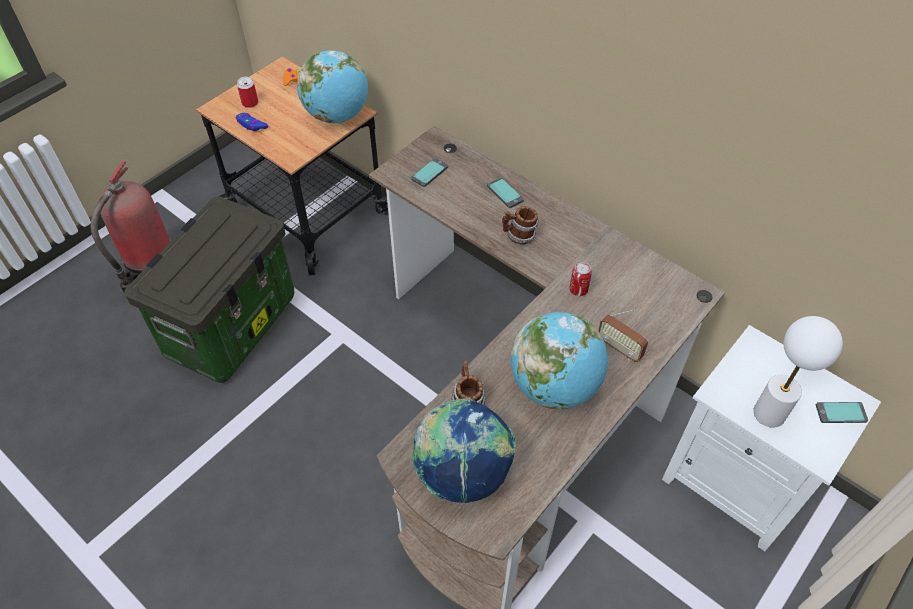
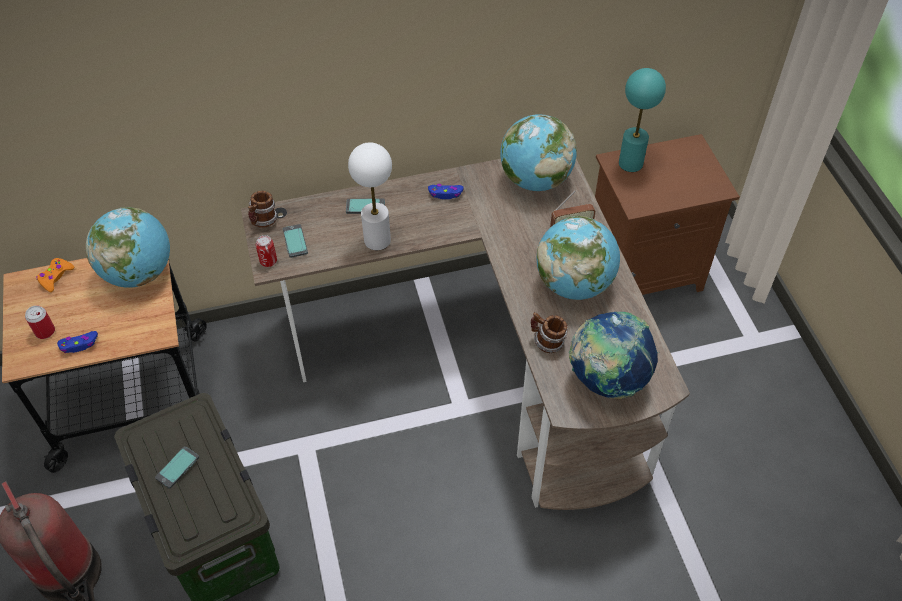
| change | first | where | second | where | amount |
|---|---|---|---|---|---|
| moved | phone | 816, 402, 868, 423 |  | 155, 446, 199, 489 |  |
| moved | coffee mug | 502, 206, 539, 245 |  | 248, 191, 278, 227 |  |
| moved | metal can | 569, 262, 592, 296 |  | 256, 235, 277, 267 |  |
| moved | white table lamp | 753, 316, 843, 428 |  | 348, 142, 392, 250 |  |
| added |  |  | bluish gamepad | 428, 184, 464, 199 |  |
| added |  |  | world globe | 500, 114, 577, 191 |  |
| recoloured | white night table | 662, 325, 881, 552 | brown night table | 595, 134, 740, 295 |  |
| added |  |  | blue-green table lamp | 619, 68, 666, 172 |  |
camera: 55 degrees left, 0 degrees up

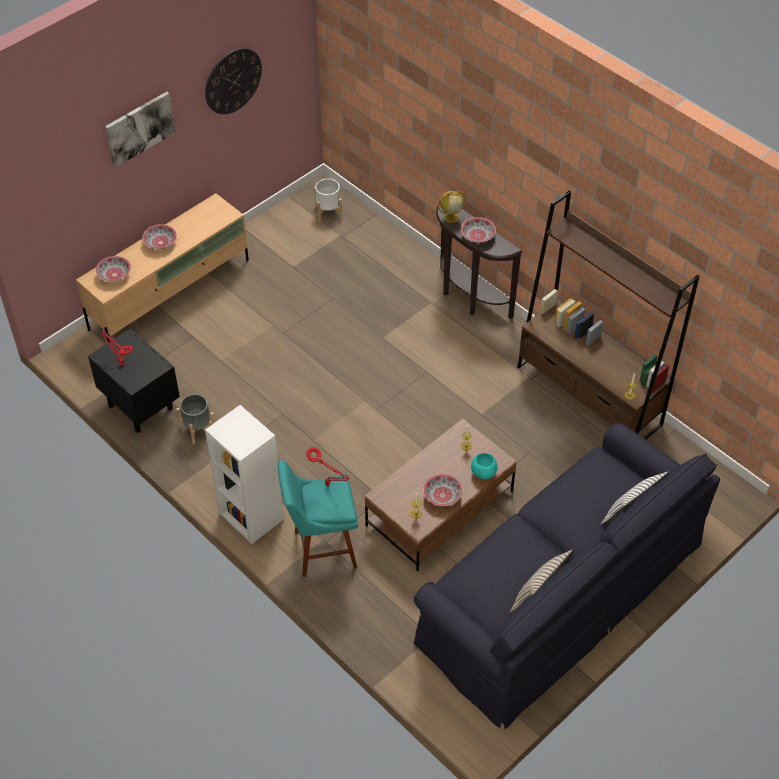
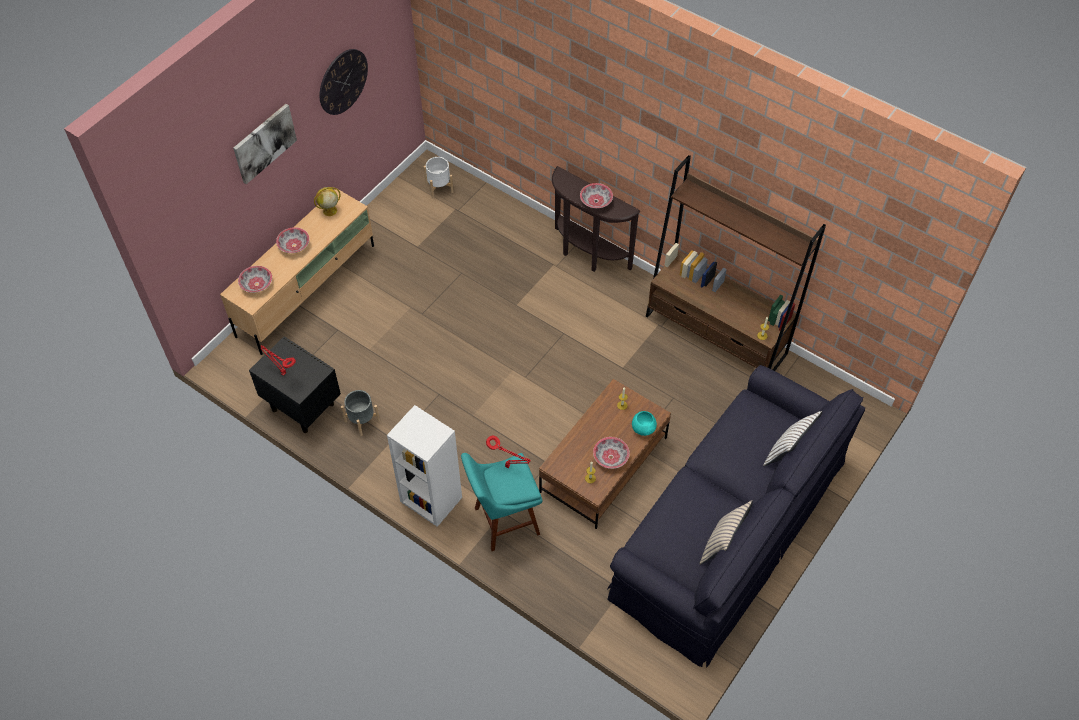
| change | first | where | second | where | amount |
|---|---|---|---|---|---|
| moved | world globe | 438, 191, 466, 223 |  | 314, 187, 340, 216 |  |
camera: 10 degrees left, 5 degrees up

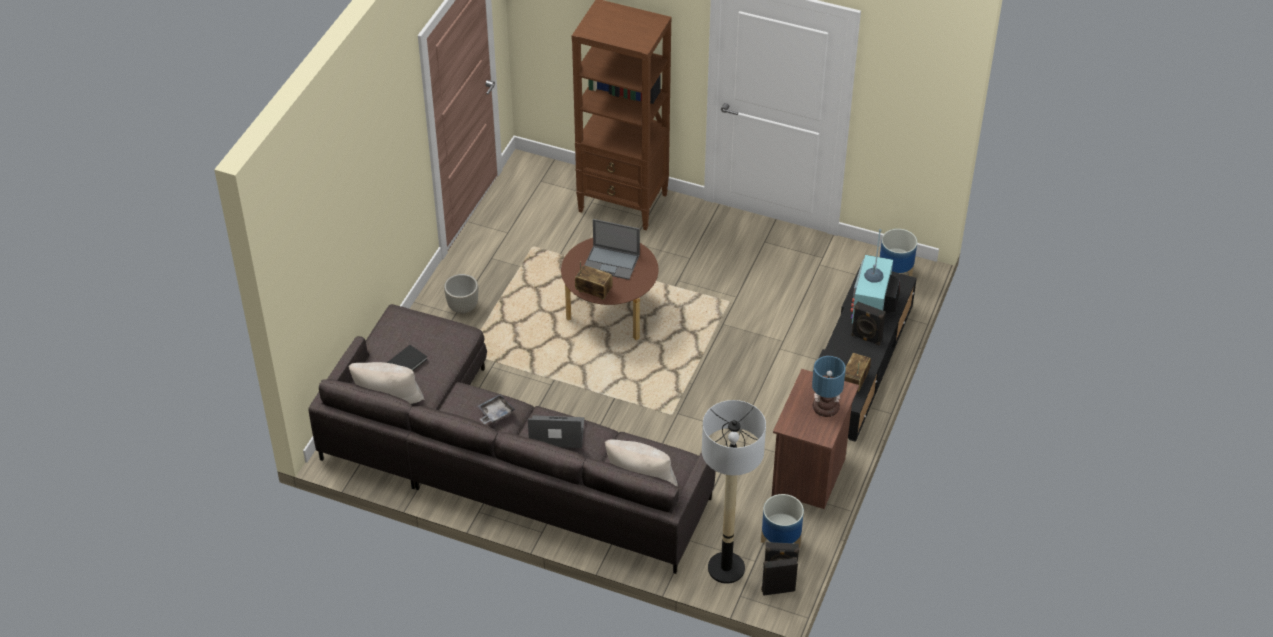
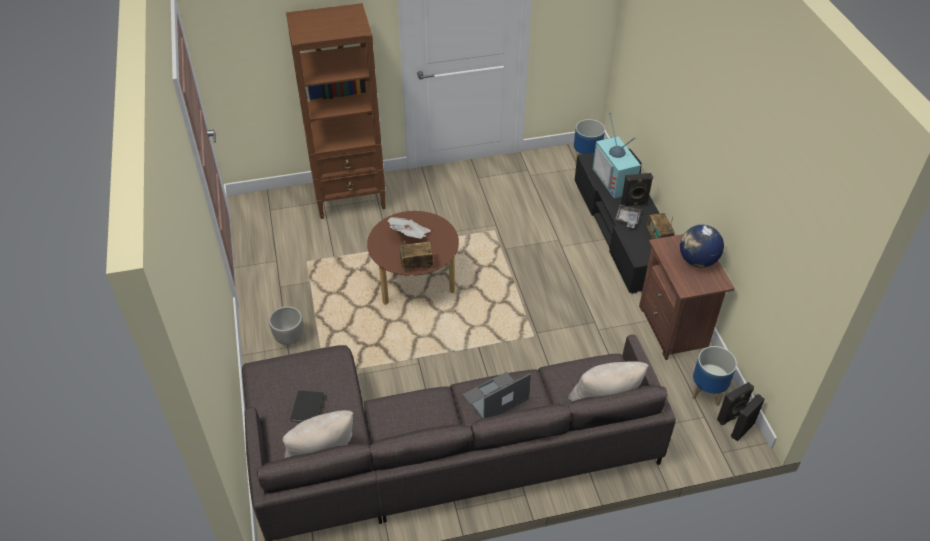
| change | first | where | second | where | amount |
|---|---|---|---|---|---|
| replaced | portable computer | 585, 219, 640, 280 | printed paper | 388, 217, 431, 239 |  |
| moved | gray serving tray | 478, 394, 515, 424 |  | 615, 205, 642, 228 |  |
| replaced | table lamp | 812, 356, 846, 417 | world globe | 680, 225, 724, 267 |  |
| removed | standing lamp | 702, 400, 766, 584 |  |  |  |
camera: 35 degrees left, 0 degrees up

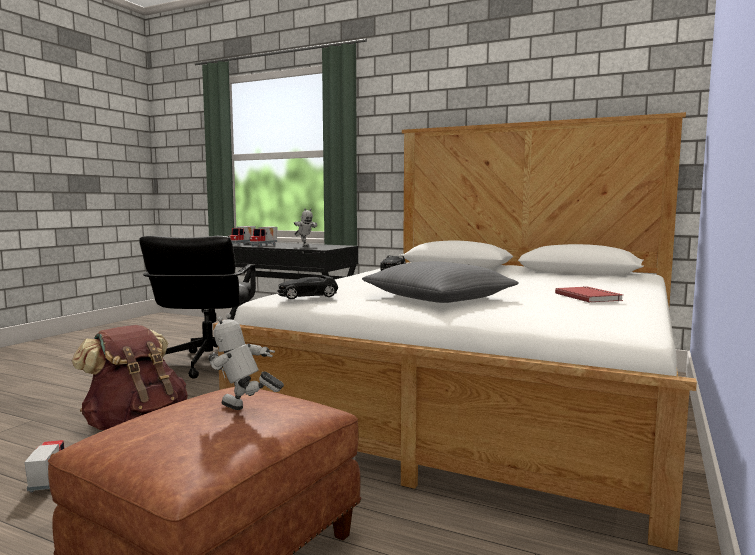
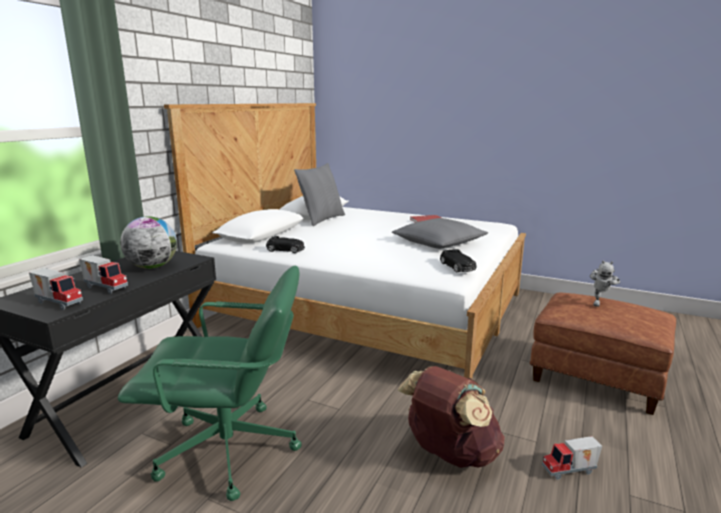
| change | first | where | second | where | amount |
|---|---|---|---|---|---|
| recoloured | blackish computer chair | 139, 236, 256, 379 | green computer chair | 118, 265, 302, 501 |  |
| replaced | robot figure | 294, 208, 317, 247 | world globe | 120, 216, 177, 269 |  |
| added |  |  | gray throw pillow | 294, 163, 345, 226 |  |
camera: 90 degrees left, 10 degrees up

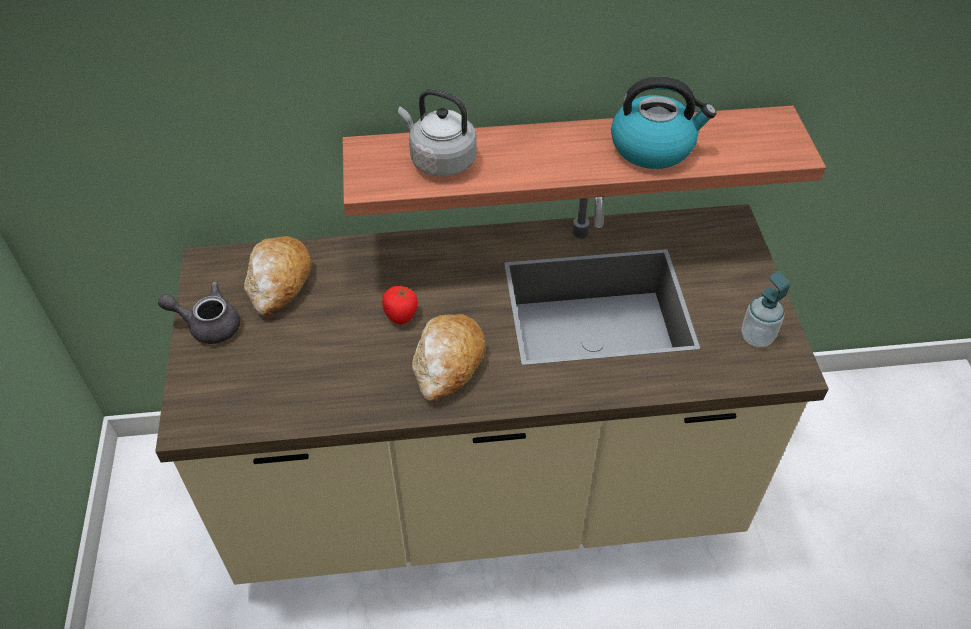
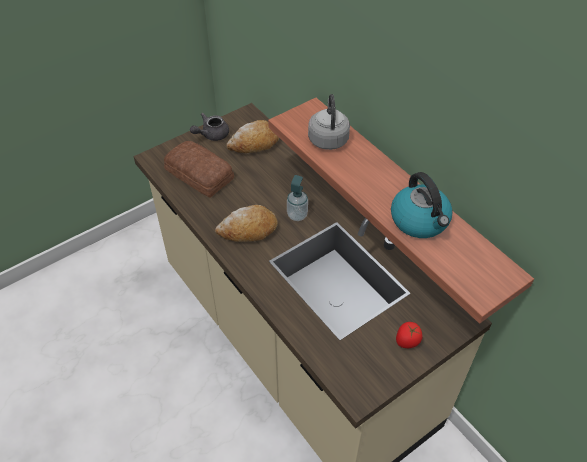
| change | first | where | second | where | amount |
|---|---|---|---|---|---|
| added |  |  | bakery bread | 164, 141, 234, 198 |  |
| turned | gray teapot | 158, 282, 240, 344 |  | 190, 113, 229, 141 | 105 degrees counterclockwise |
| moved | liquid soap bottle | 741, 271, 790, 347 |  | 287, 175, 308, 221 |  |
| moved | fresh tomato | 382, 286, 418, 324 |  | 396, 322, 422, 348 |  |
camera: 60 degrees right, 0 degrees up

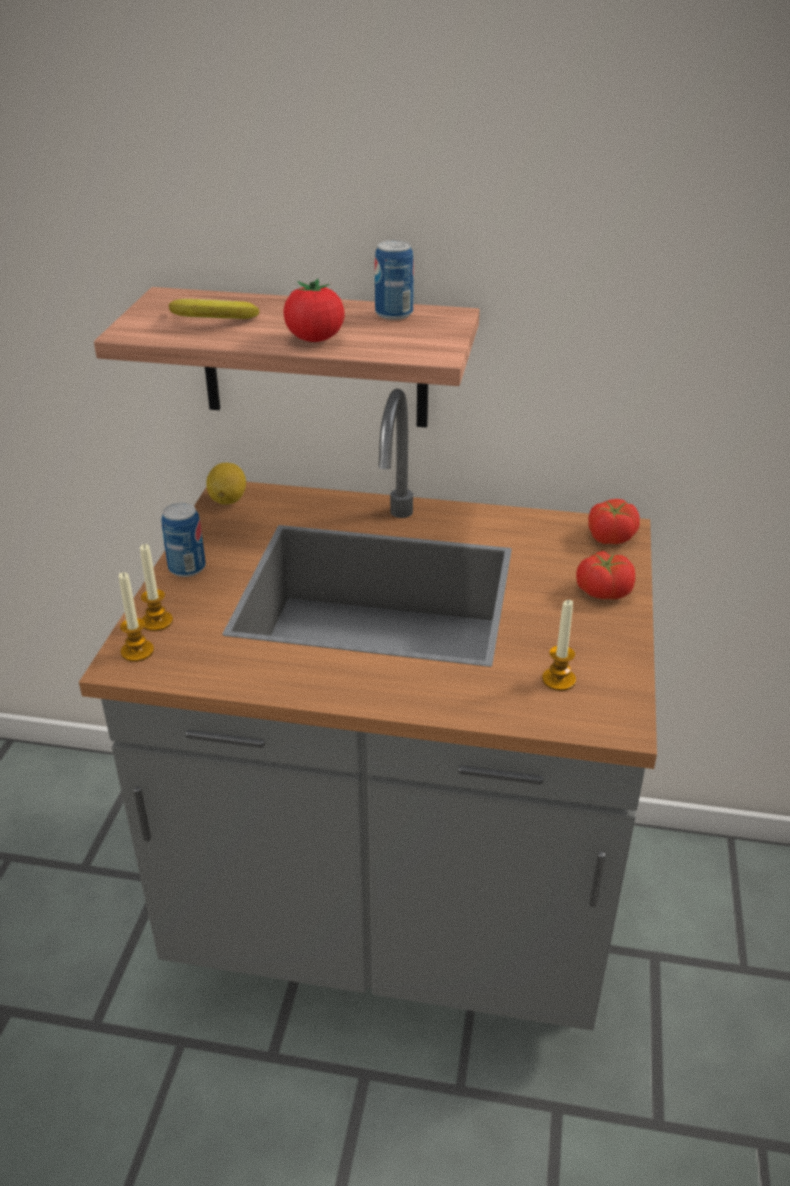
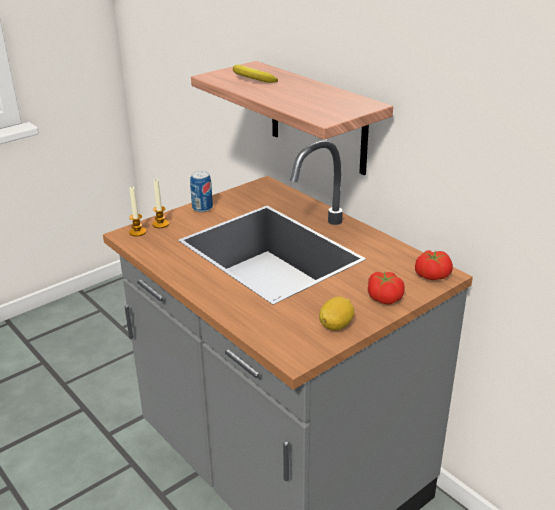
| change | first | where | second | where | amount |
|---|---|---|---|---|---|
| moved | lemon | 206, 463, 246, 505 |  | 319, 297, 354, 330 |  |
| removed | fresh tomato | 284, 279, 345, 342 |  |  |  |
| removed | metal can | 375, 240, 414, 320 |  |  |  |
| removed | wax candle | 542, 599, 576, 691 |  |  |  |
camera: 40 degrees right, 5 degrees down

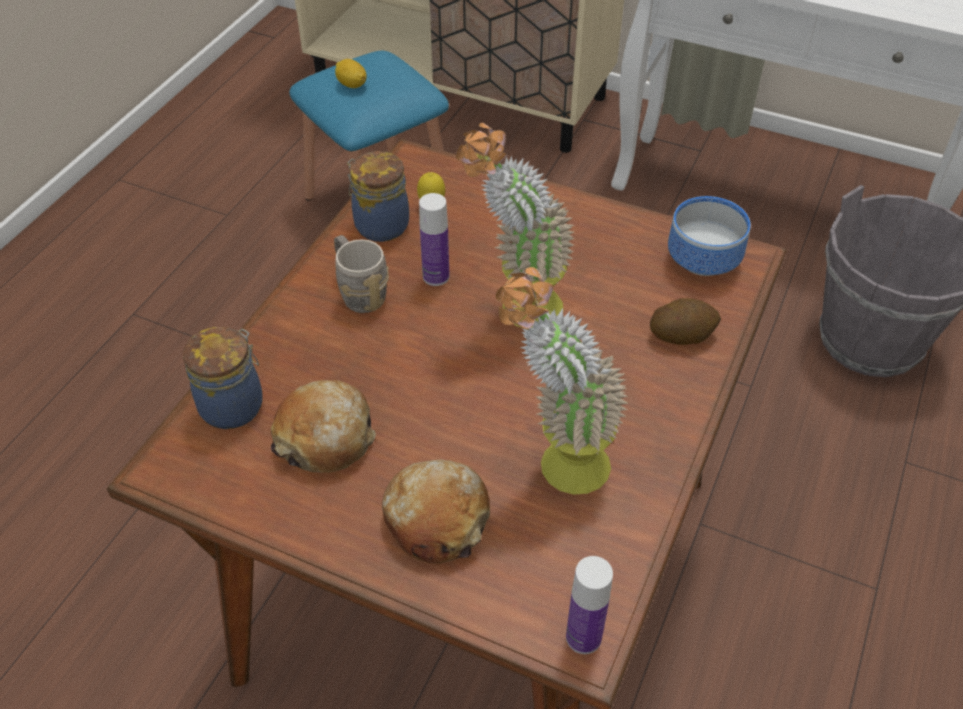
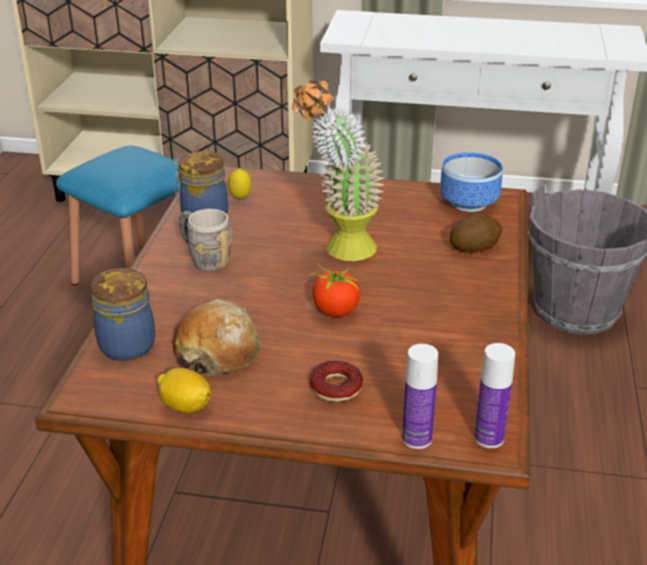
| change | first | where | second | where | amount |
|---|---|---|---|---|---|
| moved | lemon | 335, 59, 367, 88 |  | 157, 367, 211, 413 |  |
| added |  |  | fresh tomato | 310, 263, 361, 317 |  |
| replaced | bakery bread | 382, 460, 490, 563 | donut | 310, 361, 363, 402 |  |
| moved | drink bottle | 419, 193, 449, 286 |  | 402, 344, 438, 449 |  |
| removed | plant in a pot | 496, 267, 628, 495 |  |  |  |
camera: 15 degrees left, 15 degrees down

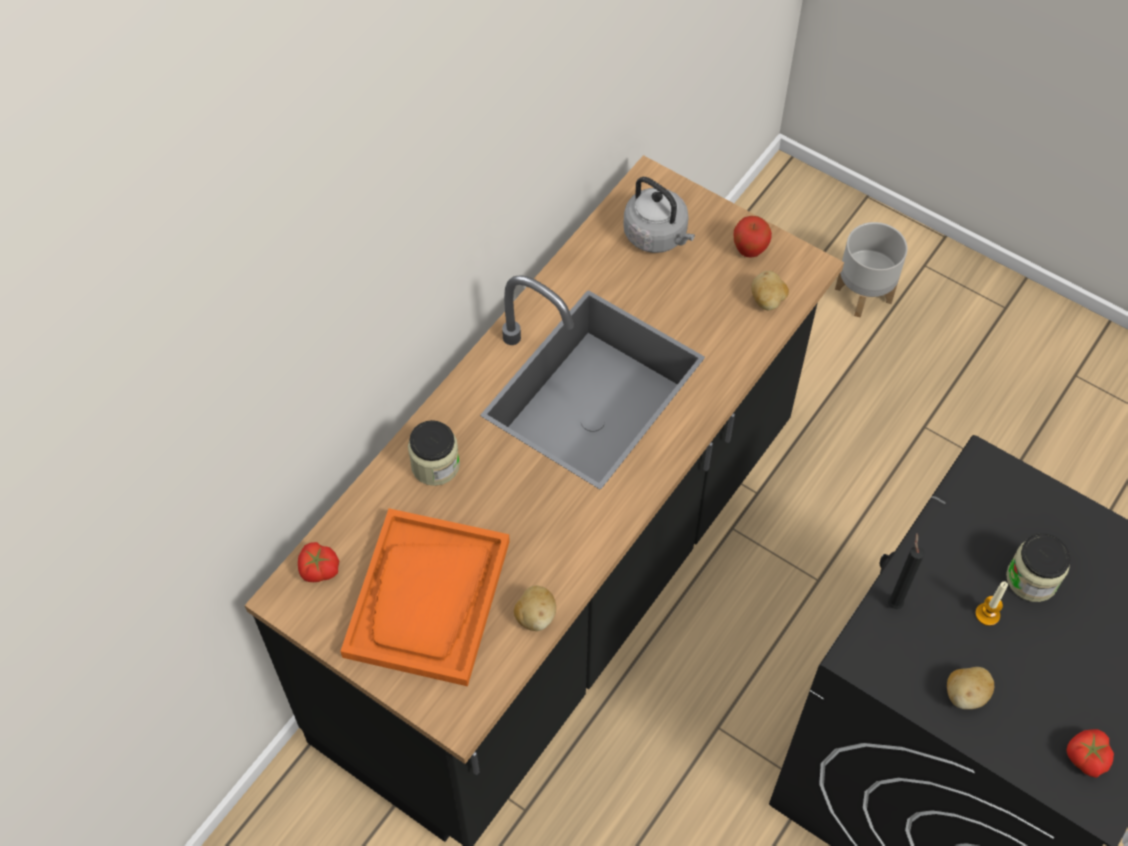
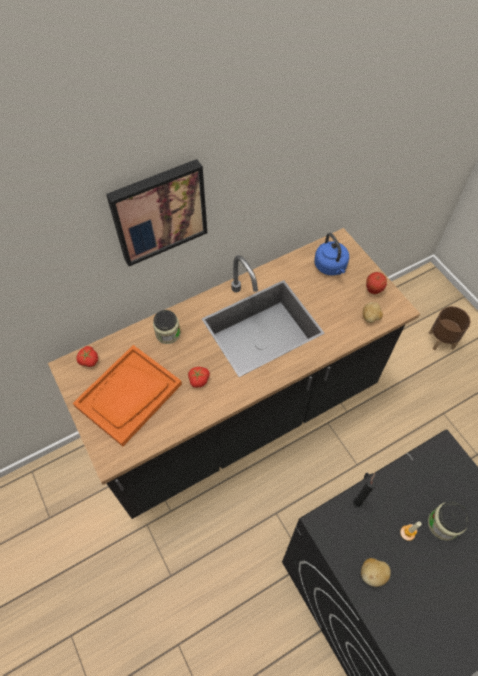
| change | first | where | second | where | amount |
|---|---|---|---|---|---|
| added |  |  | wall picture | 106, 159, 207, 266 |  |
| moved | fresh tomato | 1066, 729, 1114, 778 |  | 188, 367, 210, 388 |  |
| recoloured | gray water kettle | 623, 177, 695, 253 | bluish water kettle | 314, 233, 349, 276 |  |
| recoloured | gray flower pot | 835, 222, 907, 318 | brown flower pot | 429, 306, 470, 350 |  |
| removed | potato | 514, 586, 556, 631 |  |  |  |
camera: 25 degrees right, 0 degrees up

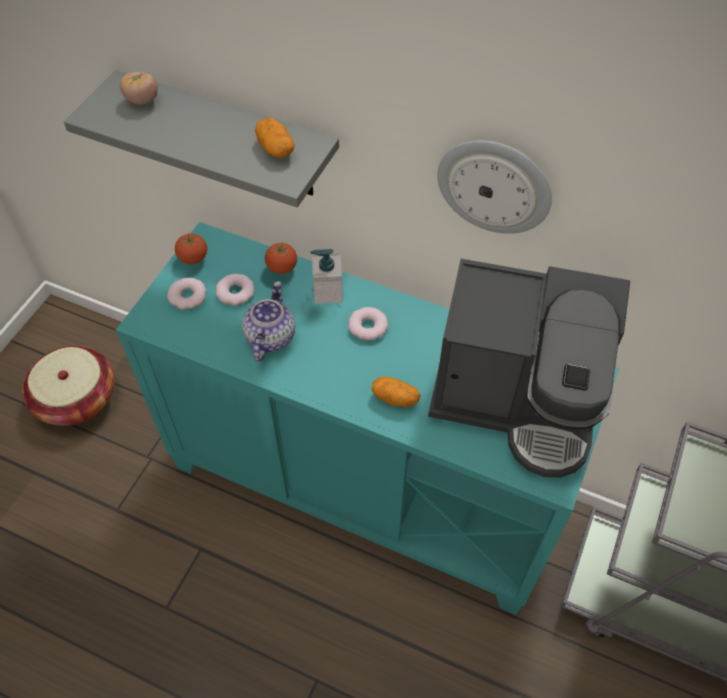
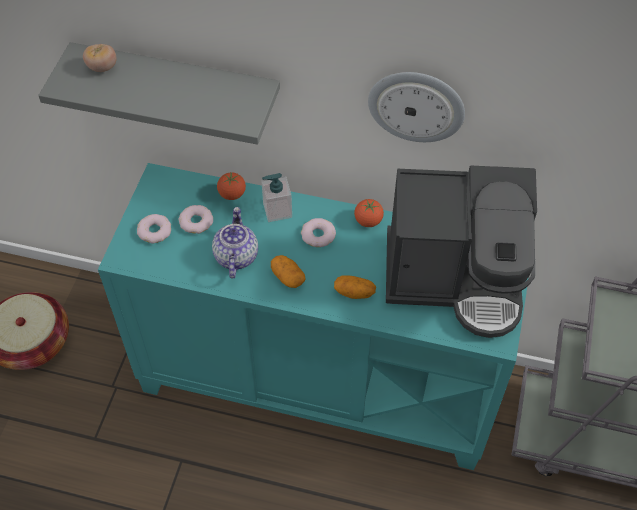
| change | first | where | second | where | amount |
|---|---|---|---|---|---|
| moved | potato | 255, 118, 295, 158 |  | 271, 255, 305, 288 |  |
| moved | fresh tomato | 175, 233, 207, 264 |  | 354, 199, 384, 227 |  |
camera: 10 degrees left, 0 degrees up

